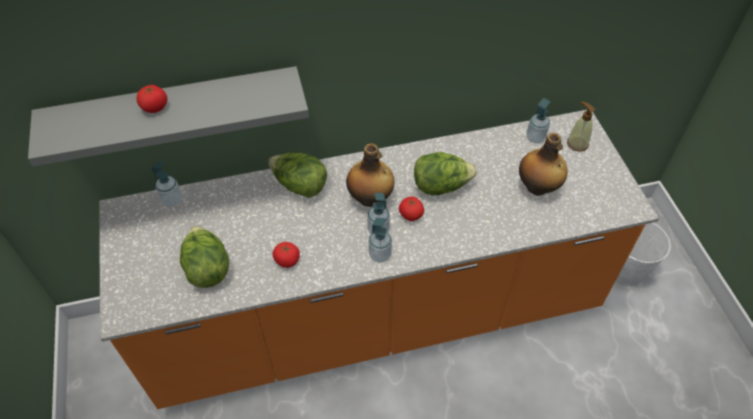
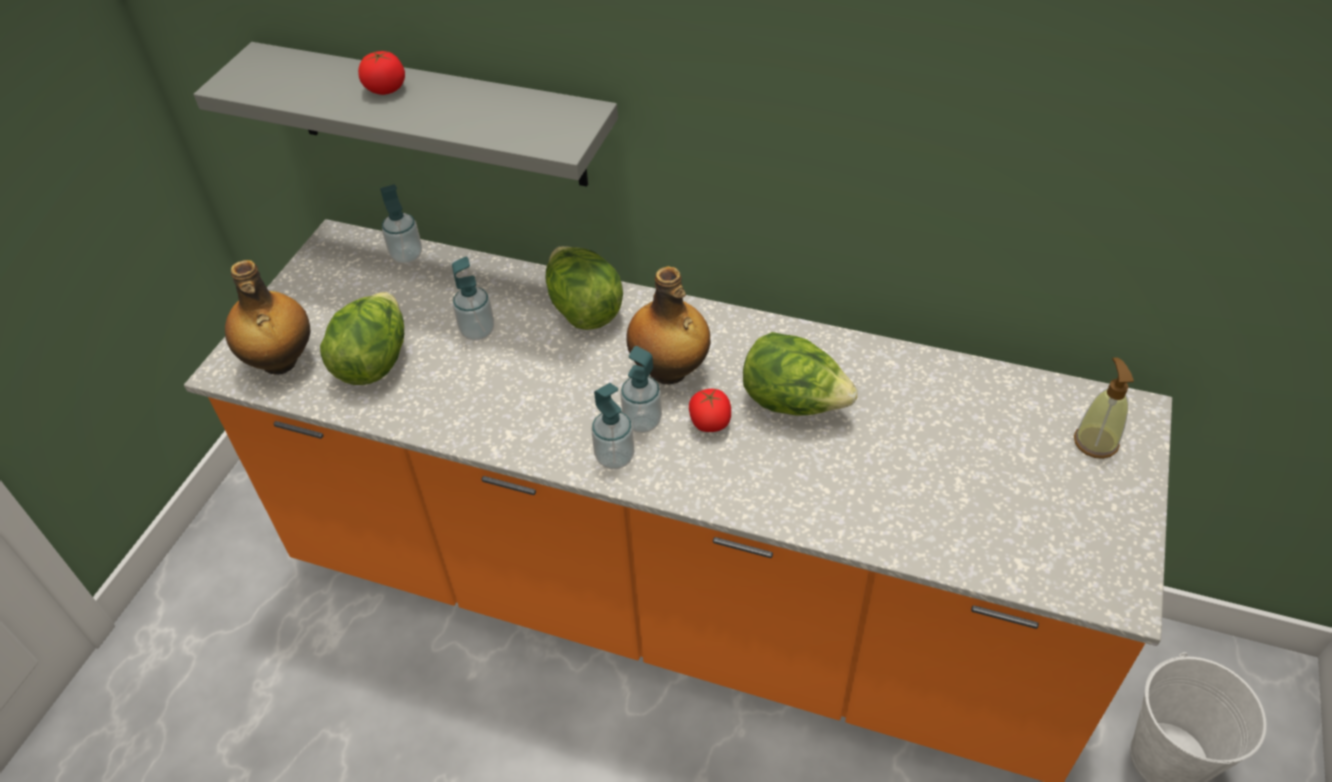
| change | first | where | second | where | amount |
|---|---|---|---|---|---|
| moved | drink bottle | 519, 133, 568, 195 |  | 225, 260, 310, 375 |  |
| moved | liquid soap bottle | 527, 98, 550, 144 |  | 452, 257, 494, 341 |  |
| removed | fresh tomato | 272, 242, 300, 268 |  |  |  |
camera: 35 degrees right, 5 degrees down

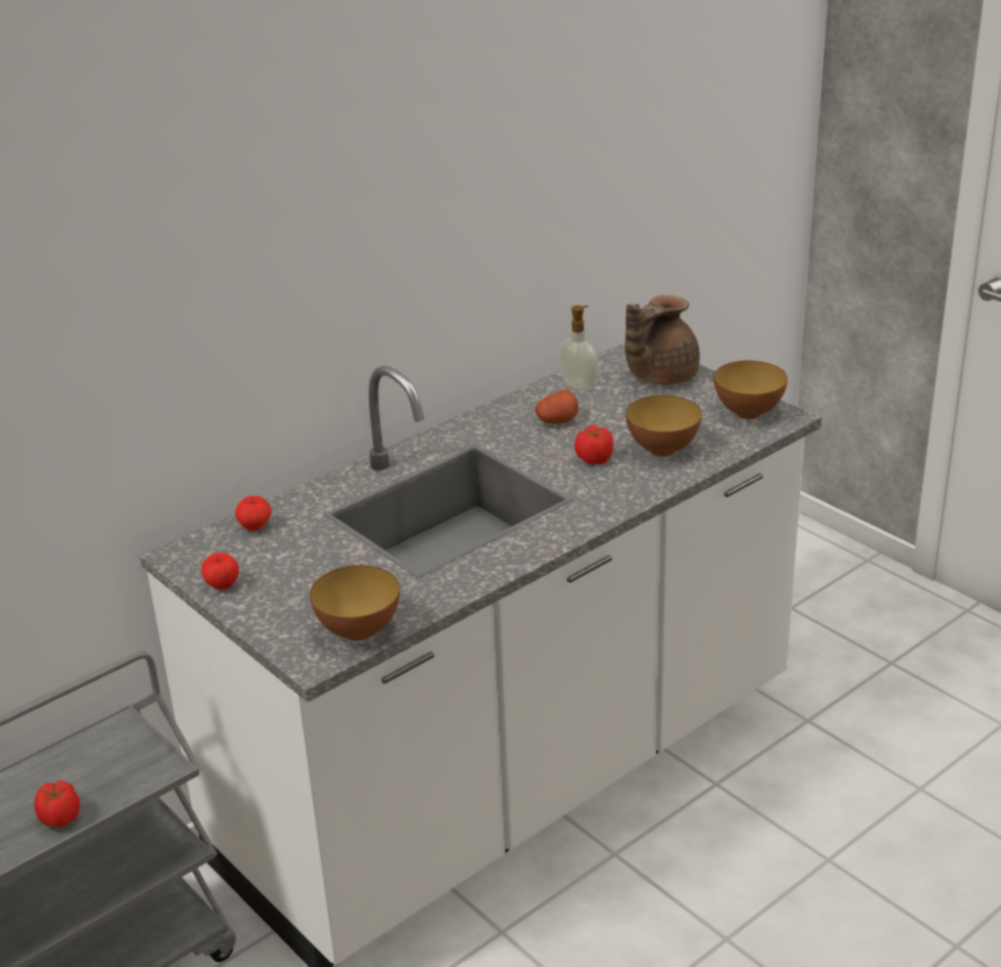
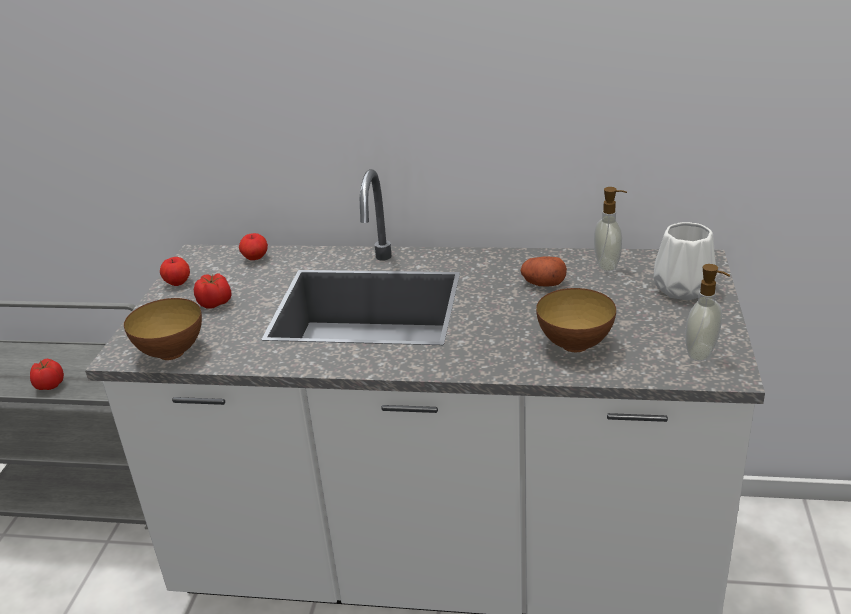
| change | first | where | second | where | amount |
|---|---|---|---|---|---|
| moved | fresh tomato | 574, 425, 614, 464 |  | 194, 273, 231, 309 |  |
| replaced | brown teapot | 625, 295, 700, 385 | white flower vase | 653, 222, 716, 300 |  |
| replaced | serving bowl | 714, 361, 788, 419 | liquid soap bottle | 685, 264, 730, 361 |  |
camera: 50 degrees right, 0 degrees up

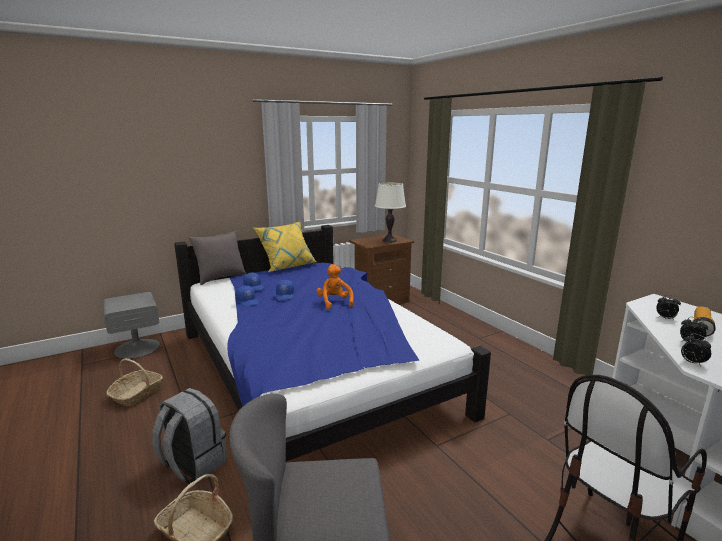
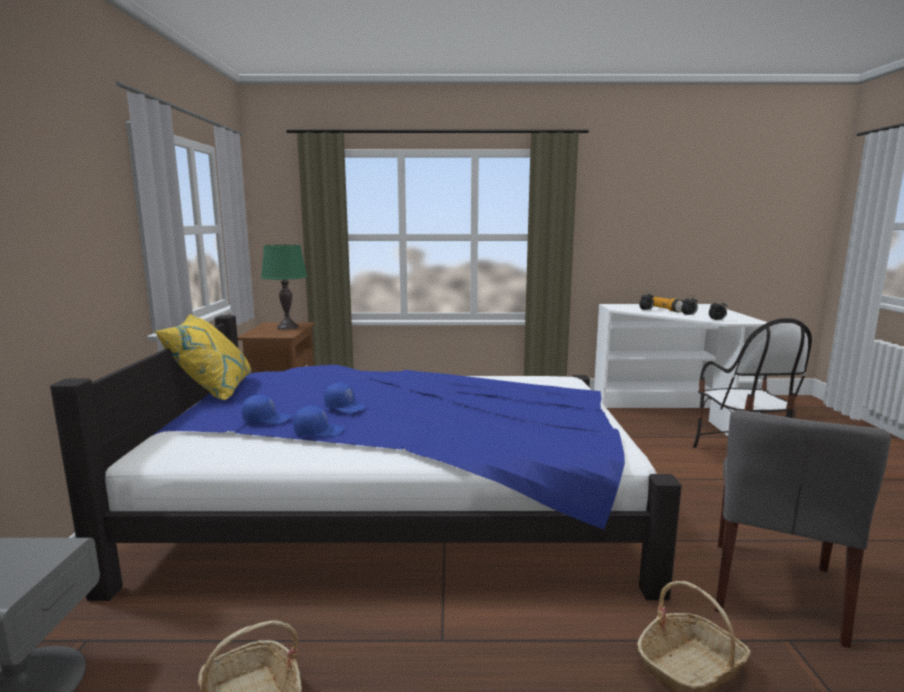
| change | first | where | second | where | amount |
|---|---|---|---|---|---|
| recoloured | white table lamp | 375, 183, 406, 242 | green table lamp | 261, 245, 308, 329 |  |
| removed | gray knapsack | 152, 388, 227, 484 |  |  |  |
| removed | gray throw pillow | 189, 231, 246, 285 |  |  |  |
| removed | orange soft toy | 316, 264, 354, 309 |  |  |  |
camera: 60 degrees left, 5 degrees down

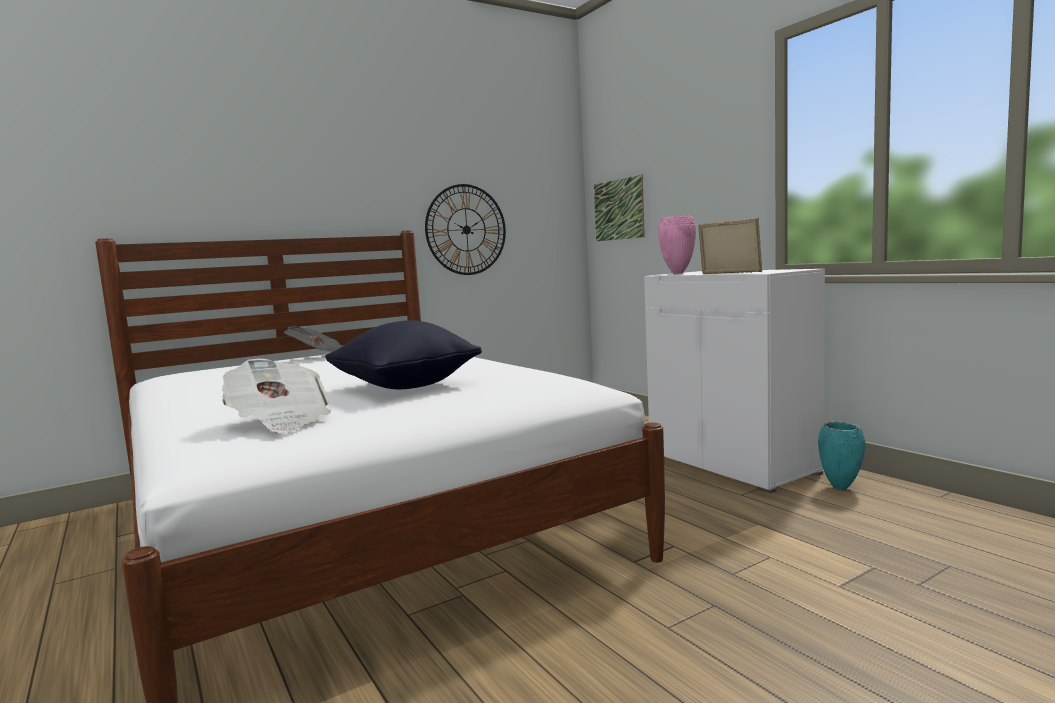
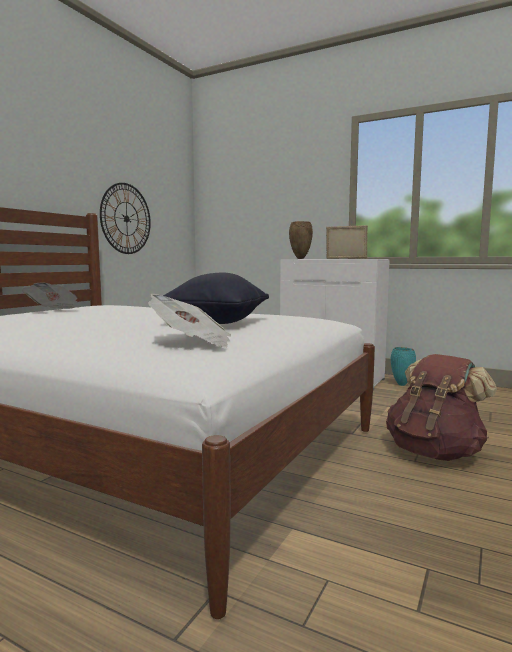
| change | first | where | second | where | amount |
|---|---|---|---|---|---|
| recoloured | pinkish flower vase | 658, 216, 696, 274 | brown flower vase | 289, 221, 313, 259 |  |
| added |  |  | brown knapsack | 386, 354, 497, 461 |  |
| removed | wall picture | 594, 175, 645, 241 |  |  |  |
camera: 30 degrees left, 0 degrees up

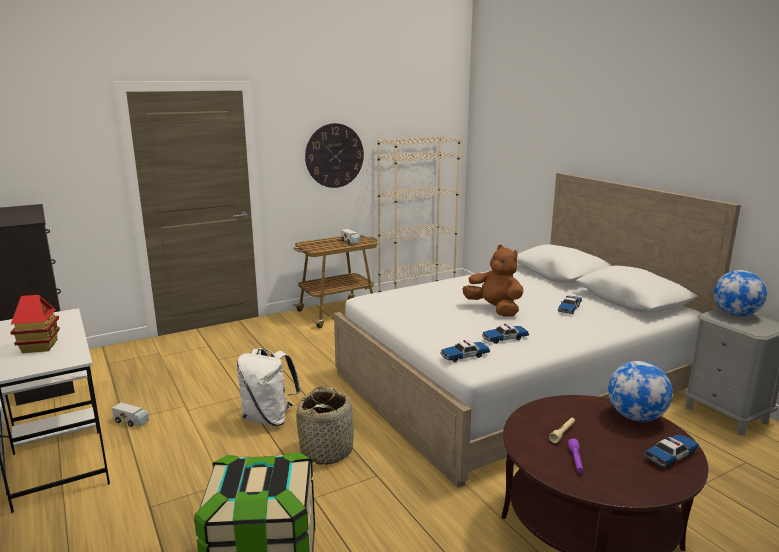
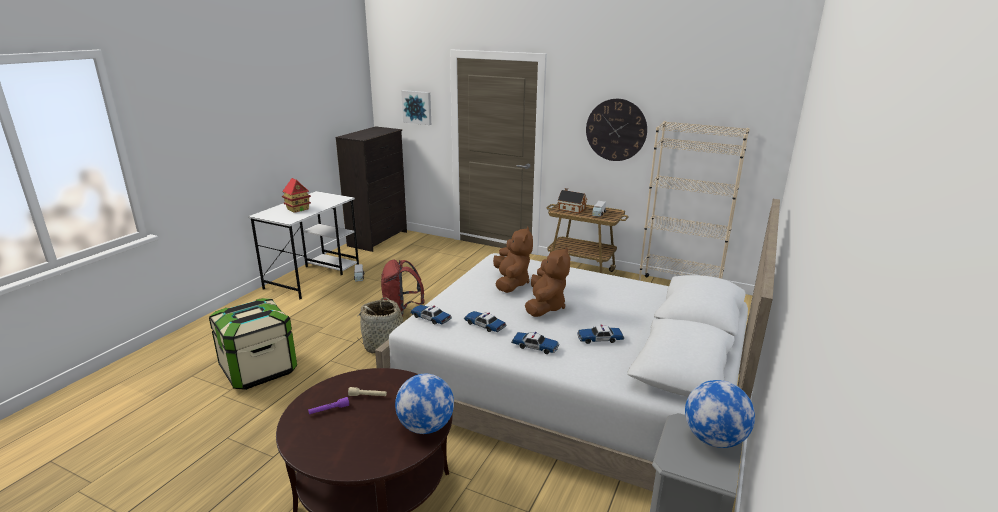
| change | first | where | second | where | amount |
|---|---|---|---|---|---|
| recoloured | white knapsack | 237, 348, 301, 426 | red-coloured knapsack | 381, 260, 425, 317 |  |
| added |  |  | wall picture | 401, 90, 431, 125 |  |
| added |  |  | brown soft toy | 493, 226, 533, 293 |  |
| moved | toy car | 644, 434, 700, 467 |  | 511, 332, 559, 354 |  |
| added |  |  | miniature house | 558, 188, 587, 213 |  |
camera: 55 degrees right, 5 degrees up

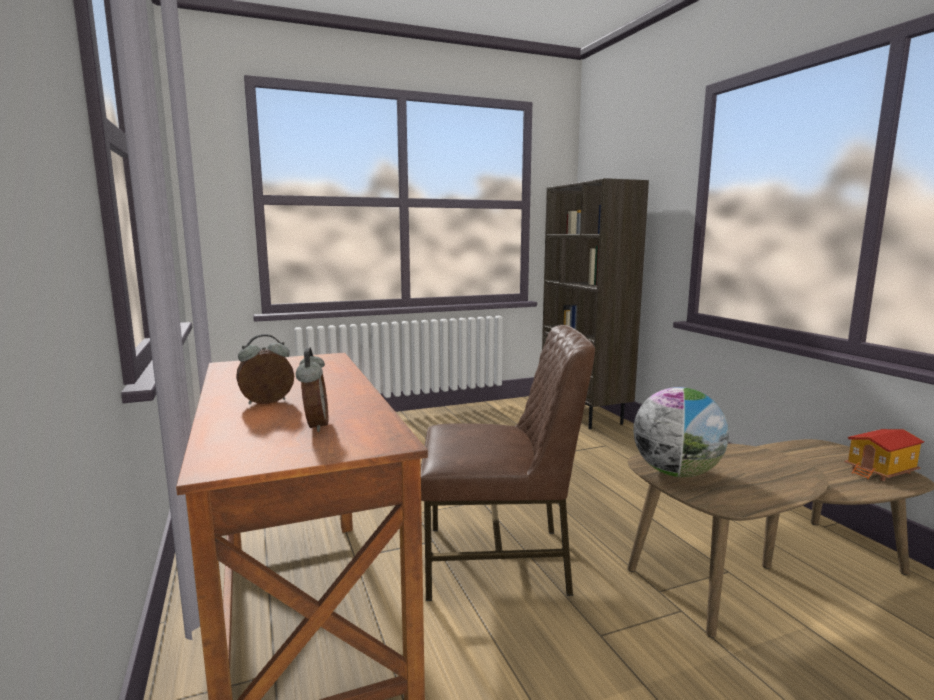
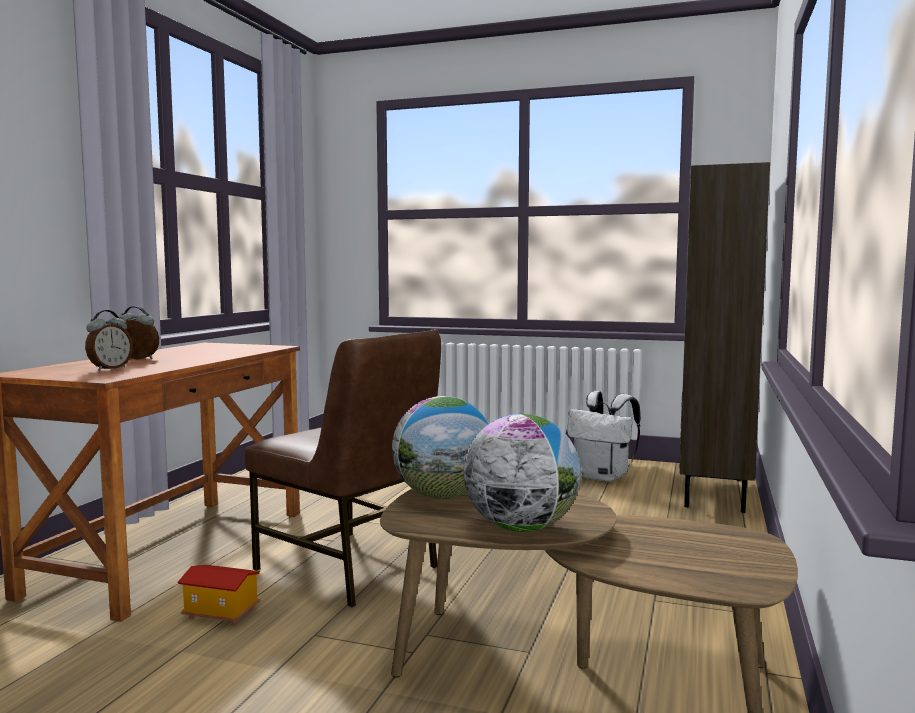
| change | first | where | second | where | amount |
|---|---|---|---|---|---|
| moved | miniature house | 845, 429, 924, 481 |  | 177, 564, 261, 626 |  |
| added |  |  | world globe | 464, 414, 581, 532 |  |
| added |  |  | white knapsack | 567, 391, 641, 482 |  |
camera: 40 degrees right, 5 degrees down

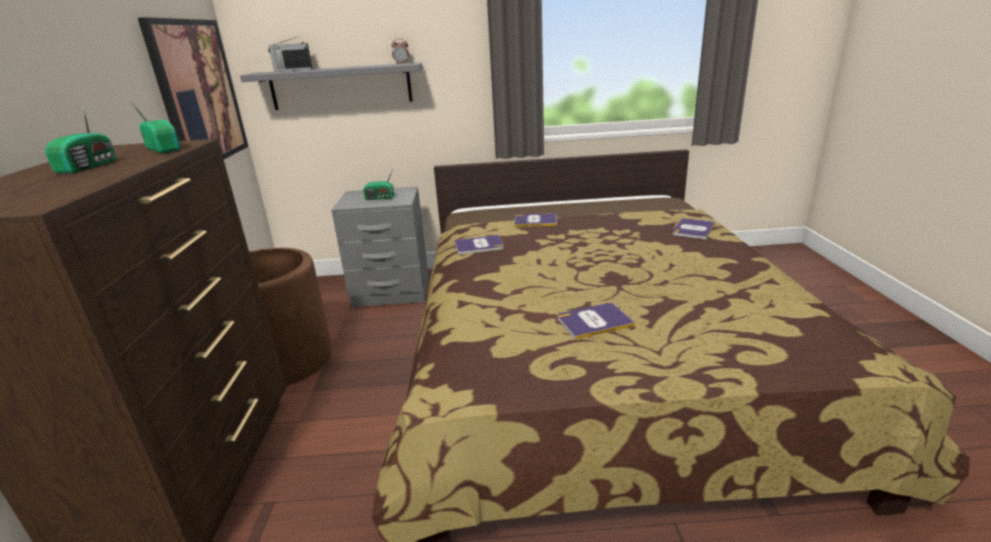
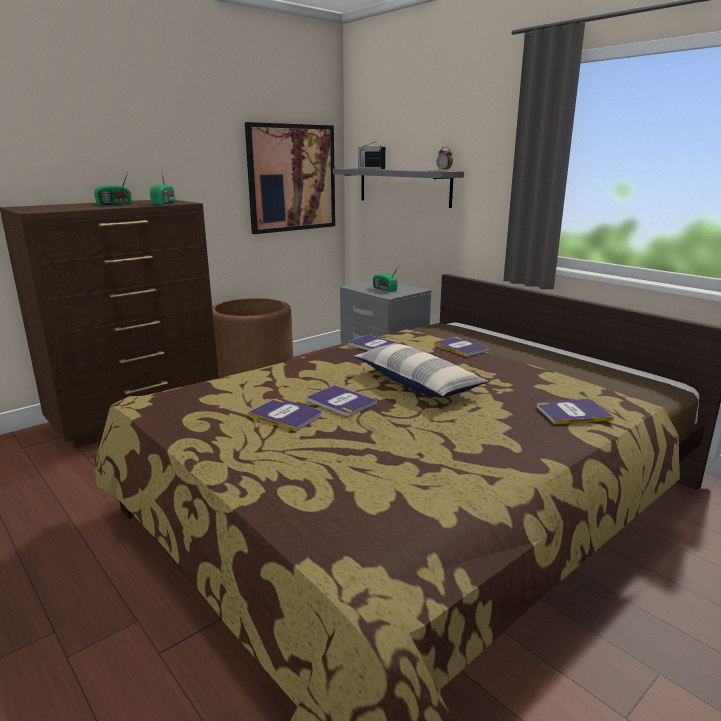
| change | first | where | second | where | amount |
|---|---|---|---|---|---|
| added |  |  | book | 308, 385, 377, 416 |  |
| added |  |  | throw pillow | 354, 343, 488, 398 |  |
camera: 50 degrees right, 5 degrees down

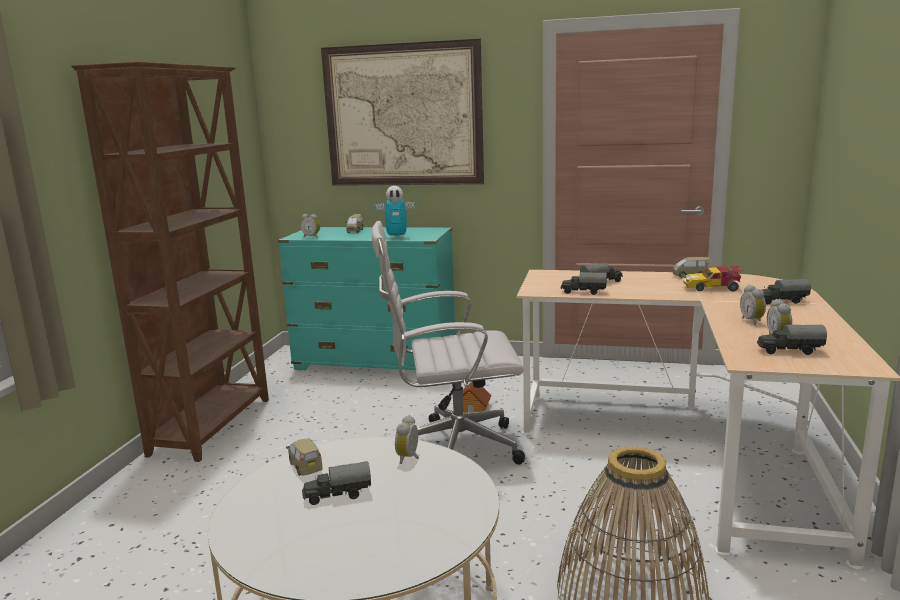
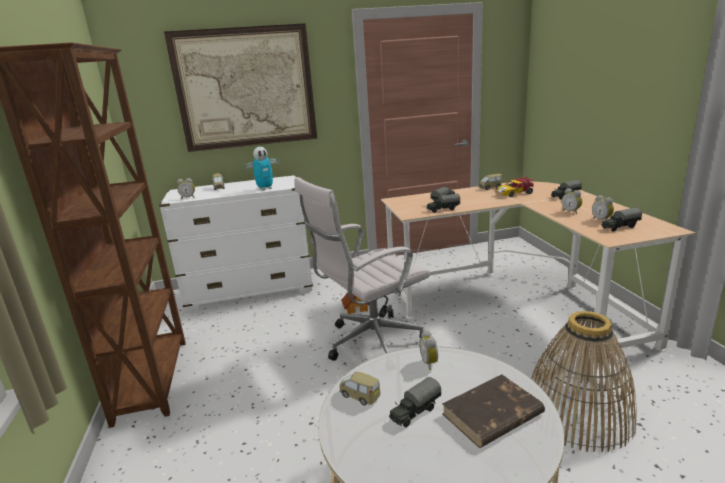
| change | first | where | second | where | amount |
|---|---|---|---|---|---|
| recoloured | blue-green dresser | 278, 227, 456, 370 | white dresser | 159, 175, 313, 312 |  |
| added |  |  | brown book | 442, 374, 545, 448 |  |
camera: 25 degrees left, 5 degrees up

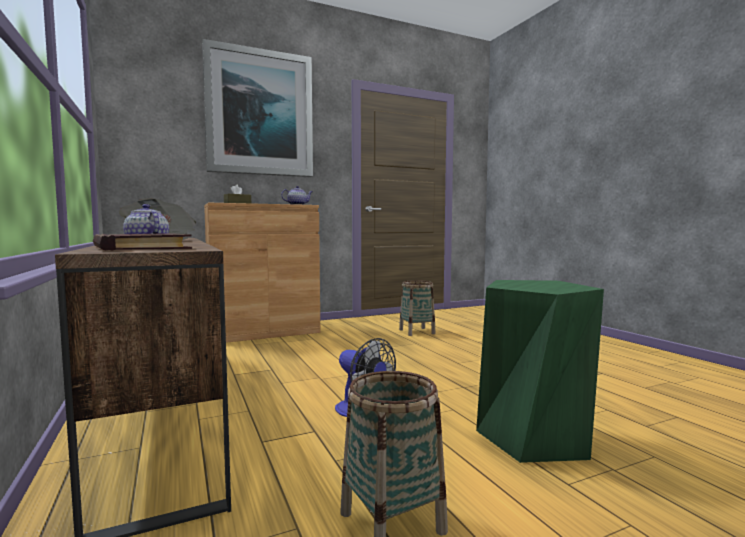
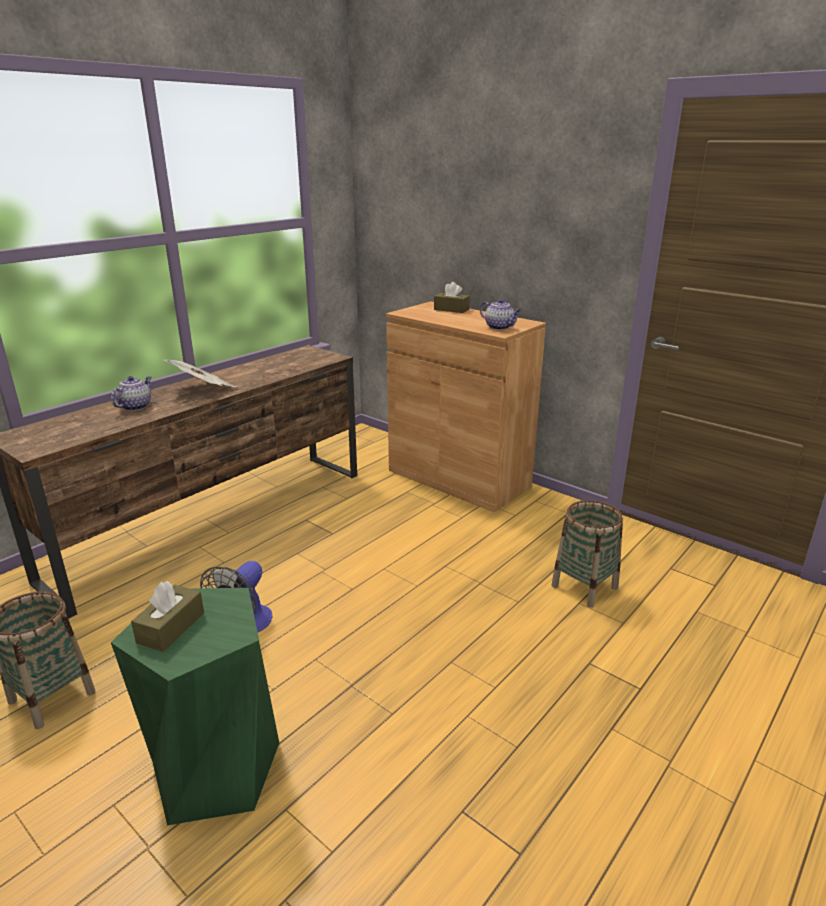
| change | first | where | second | where | amount |
|---|---|---|---|---|---|
| added |  |  | brown tissue holder | 131, 581, 204, 652 |  |
| removed | book | 93, 233, 192, 251 |  |  |  |
| removed | wall picture | 202, 39, 313, 177 |  |  |  |
camera: 65 degrees right, 20 degrees up

